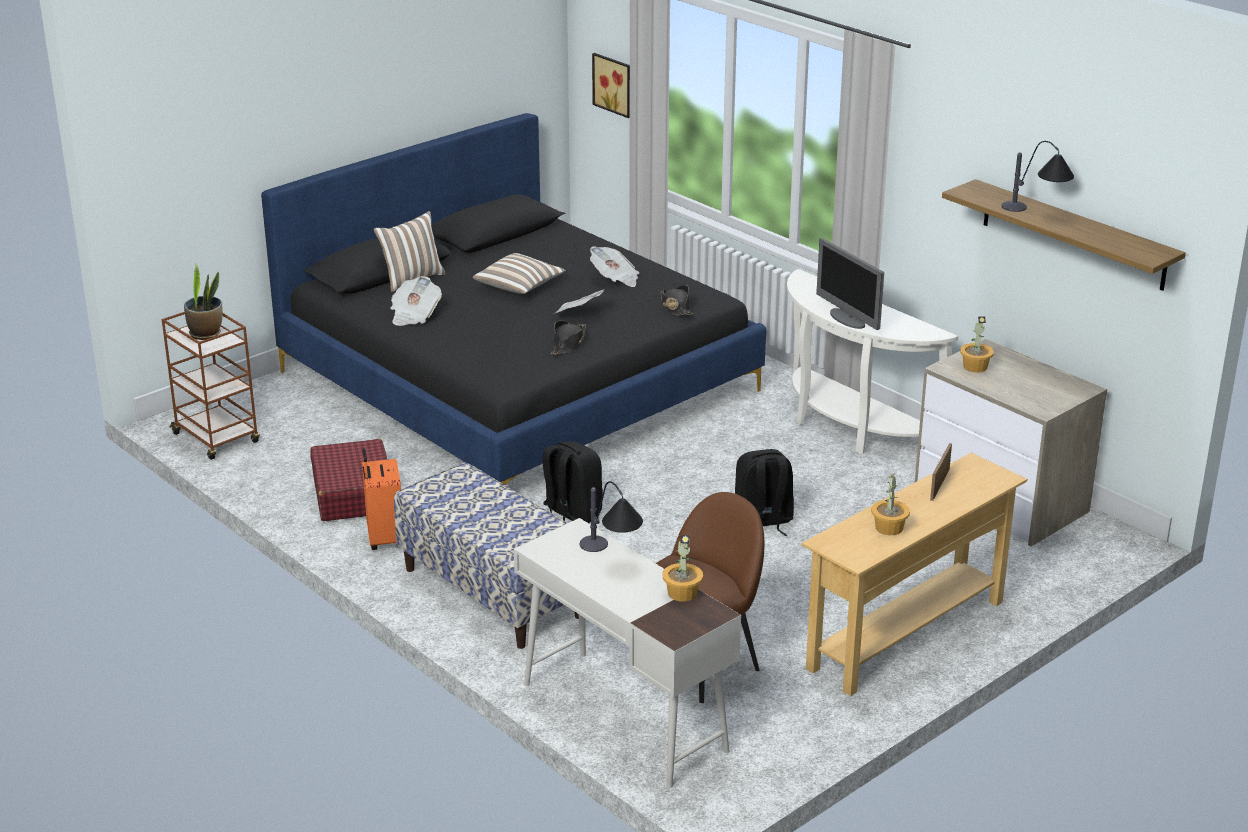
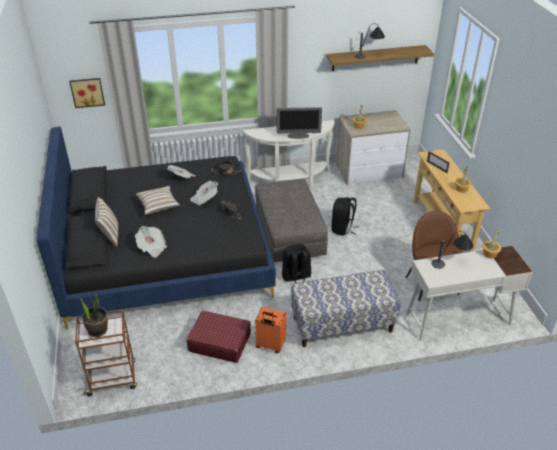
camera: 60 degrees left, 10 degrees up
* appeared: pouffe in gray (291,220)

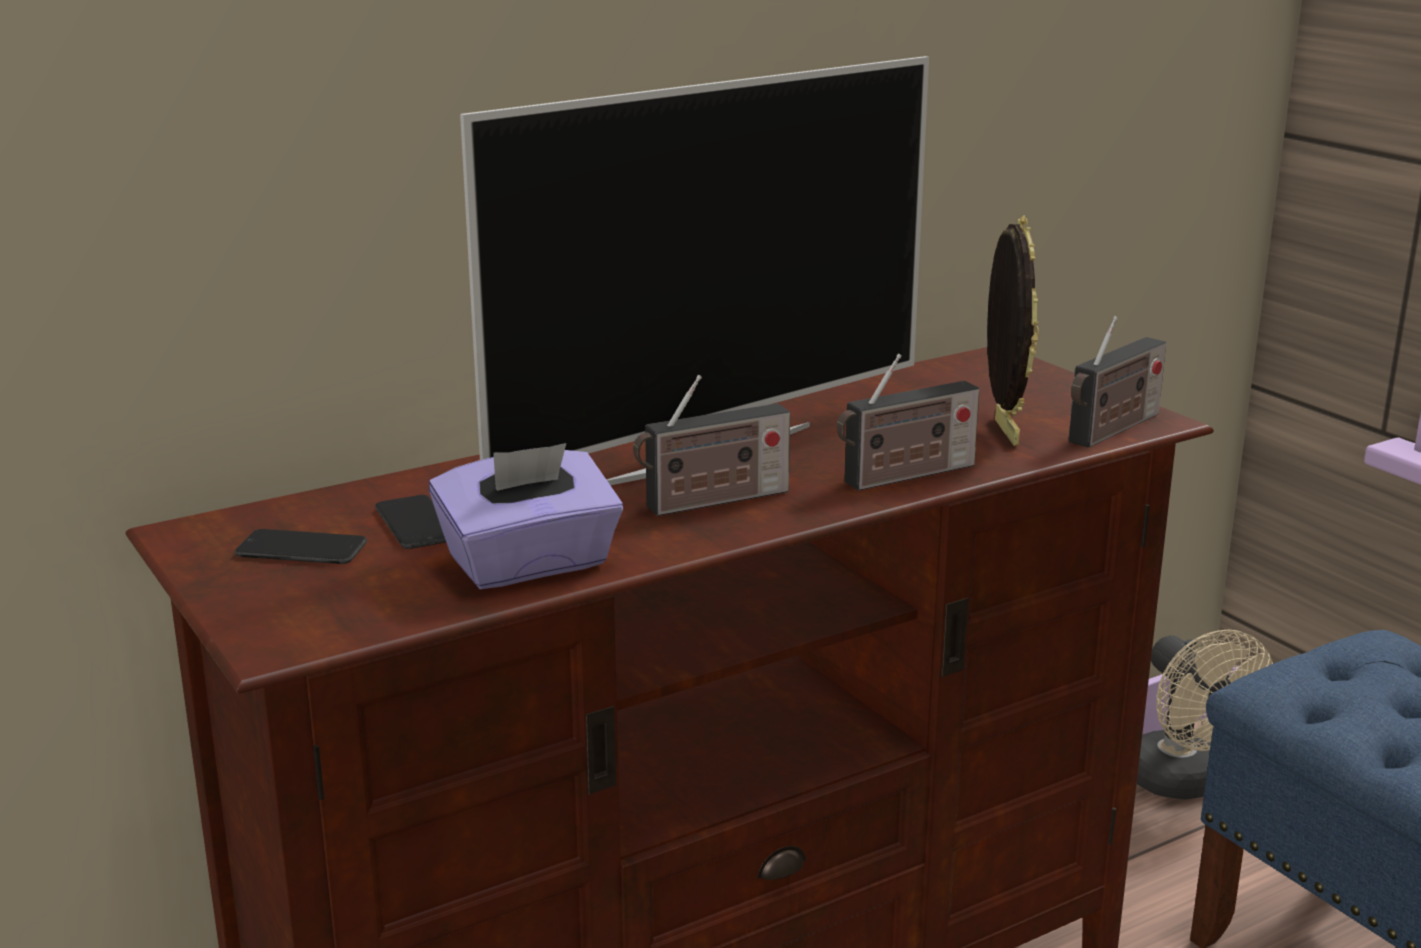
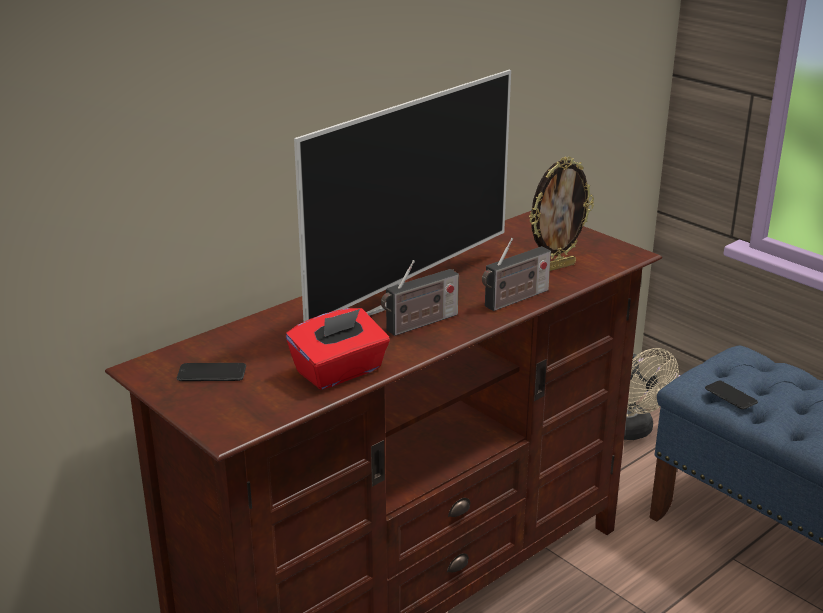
camera: 10 degrees left, 5 degrees up
* missing: radio (1117,382)
* relocated: phone (410,522) to (731,395)
* colour: tissue box in purple (526,516) to tissue box in reddish (338,349)
* spun: standing frame (1013,330) = (561,214) 75 degrees clockwise

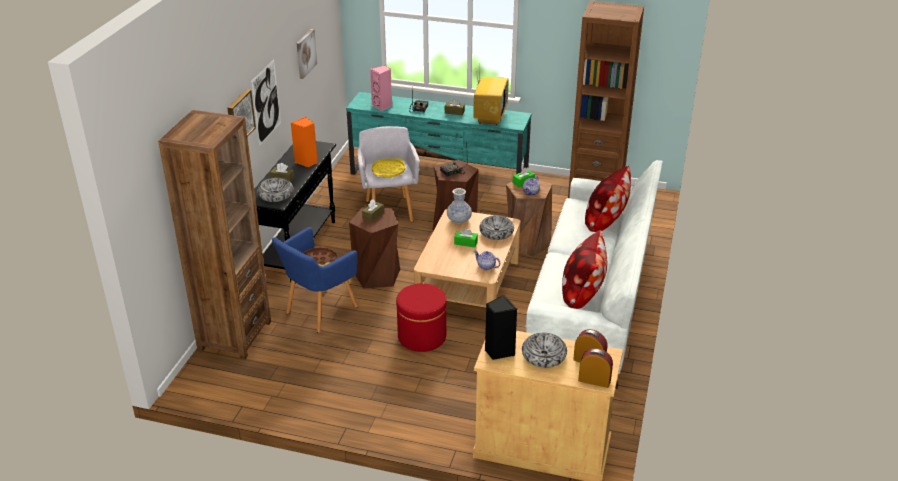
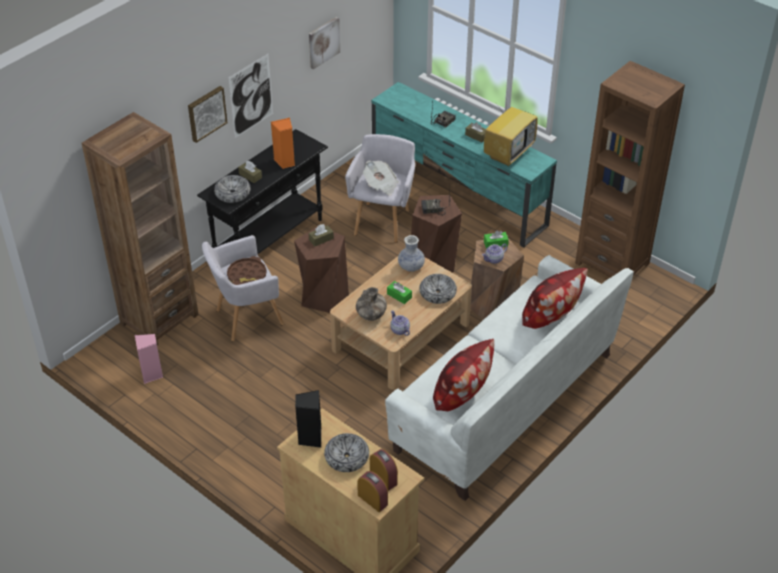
camera: 25 degrees right, 10 degrees up
* missing: pouffe in reddish (421,318)
* appeared: vase (371,304)
* relocated: speaker in pinkish (381,88) to (149,359)
* exchanged: serving tray in yellow (388,168) to printed paper (381,178)
* colour: armchair in blue-coloured (315,280) to armchair in gray (243,288)

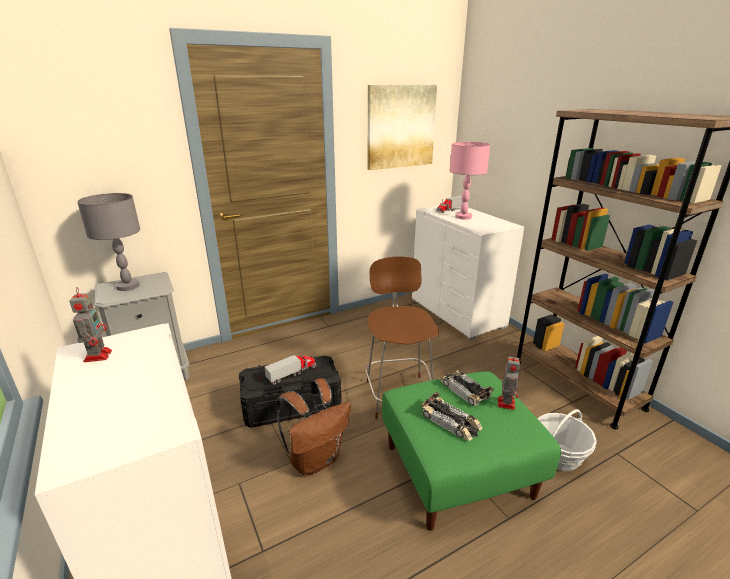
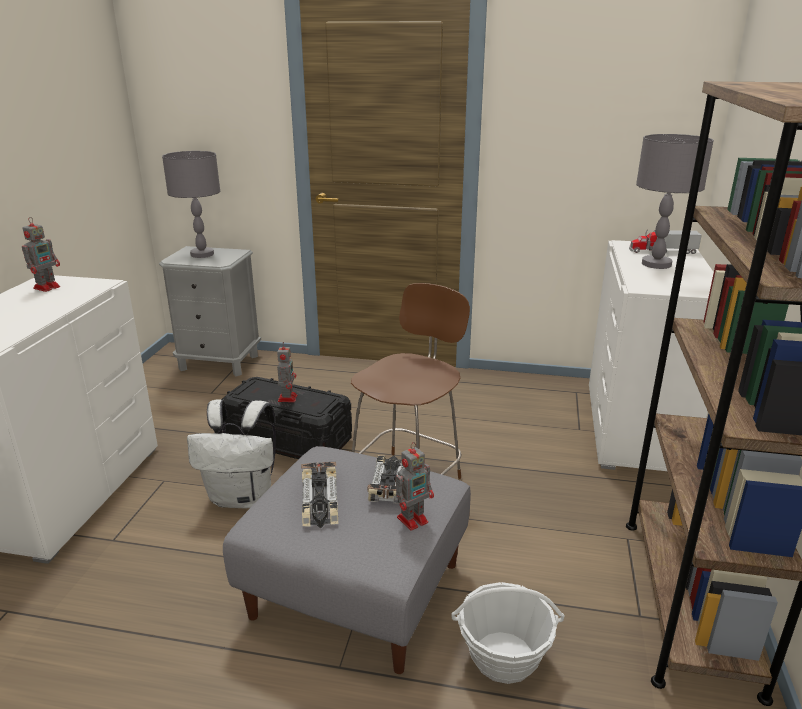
camera: 40 degrees right, 0 degrees up
* missing: wall art (402,127)
* exchanged: toy lorry (290,369) to robot figure (287,372)
* colour: knapsack in brownish (313,427) to knapsack in white-coloured (231,453)
* colour: pouffe in green (471,451) to pouffe in gray (347,560)
* colour: tabletop lamp in pinkish (469,180) to tabletop lamp in gray (675,201)

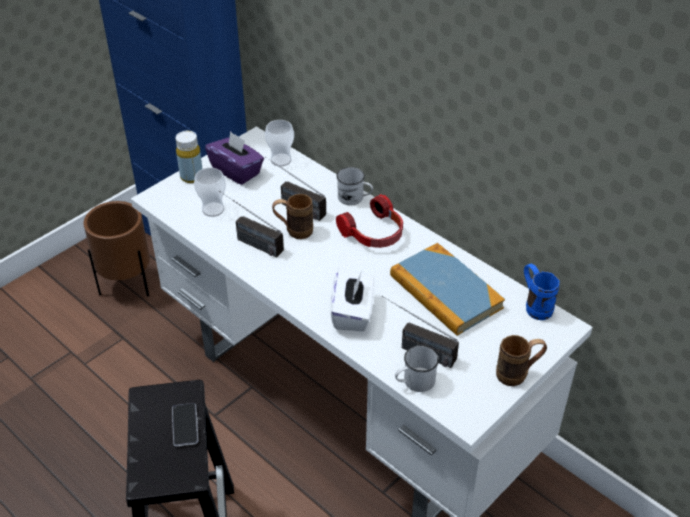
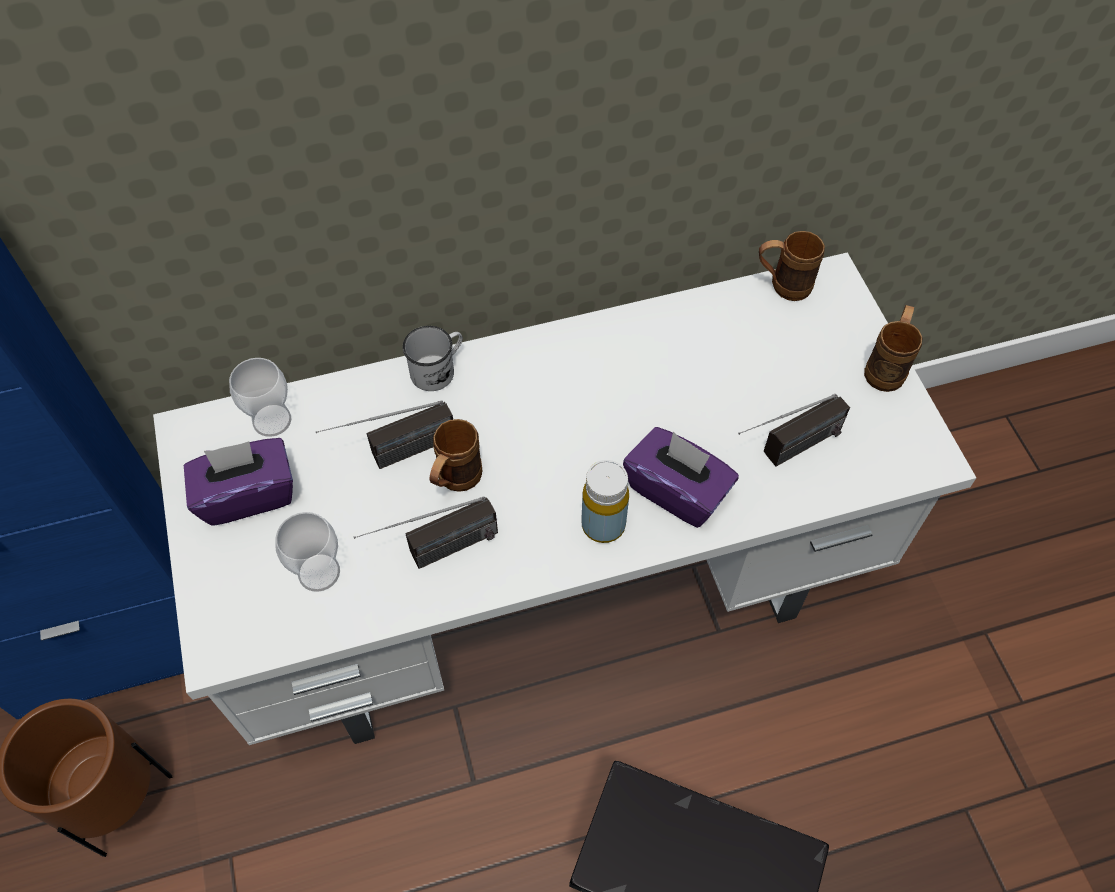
camera: 60 degrees left, 15 degrees up
* missing: phone (185,425)
* missing: headset (369,221)
* missing: book (447,289)
* missing: tea mug in white-coloured (417,368)
* relocated: beverage bottle in yellow (189,157) to (605,501)
* colour: tissue box in white-coloured (353,299) to tissue box in purple (681,477)
* colour: tea mug in blue-coloured (542,292) to tea mug in brownish (792,266)

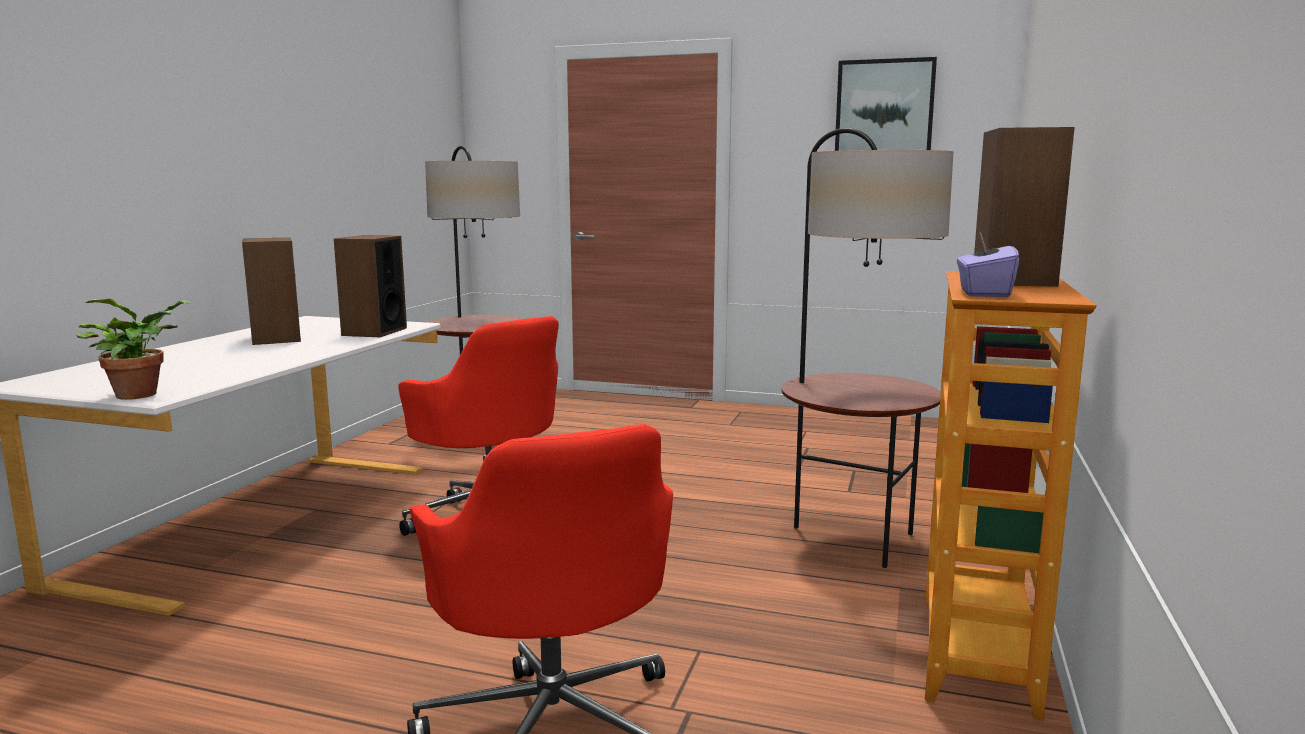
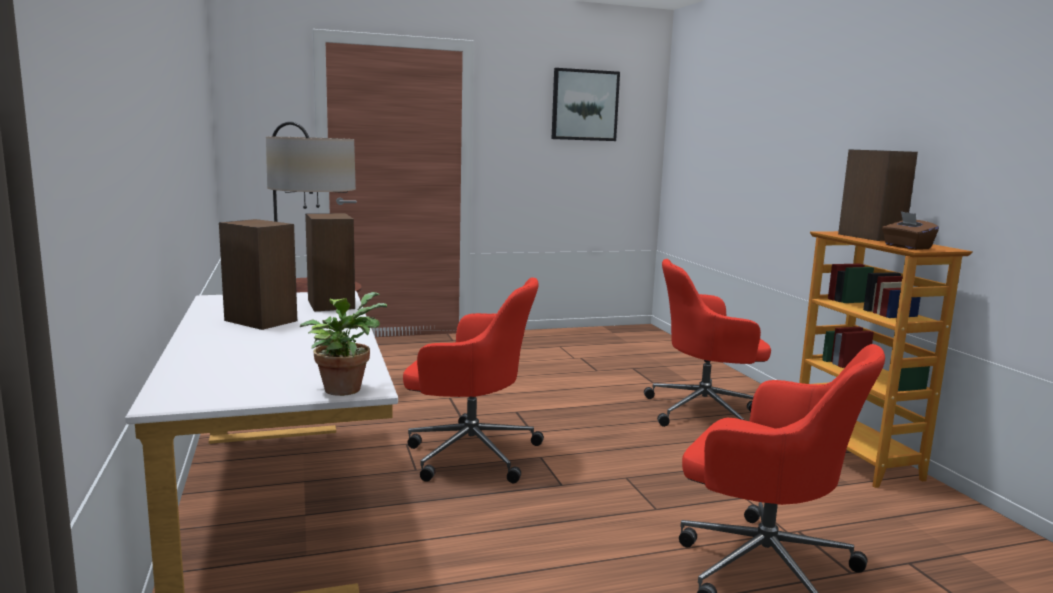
camera: 35 degrees left, 0 degrees up
* exchanged: standing lamp (867,348) to computer chair in reddish (707,343)
* colour: tissue box in purple (988,264) to tissue box in brownish (910,230)

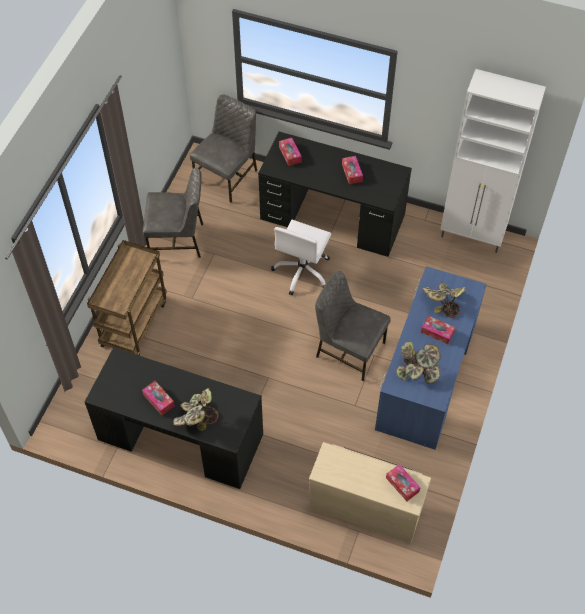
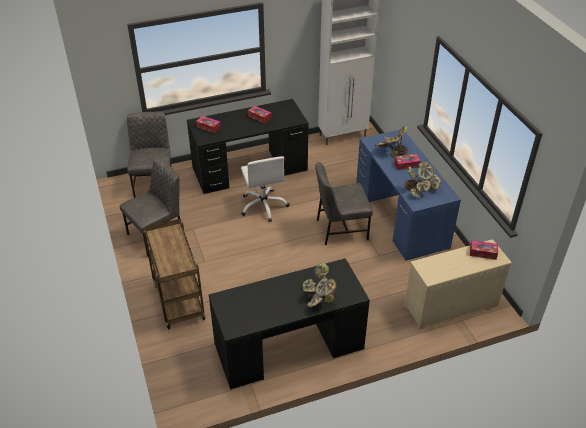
camera: 40 degrees left, 15 degrees down
* missing: tissue box (158,398)

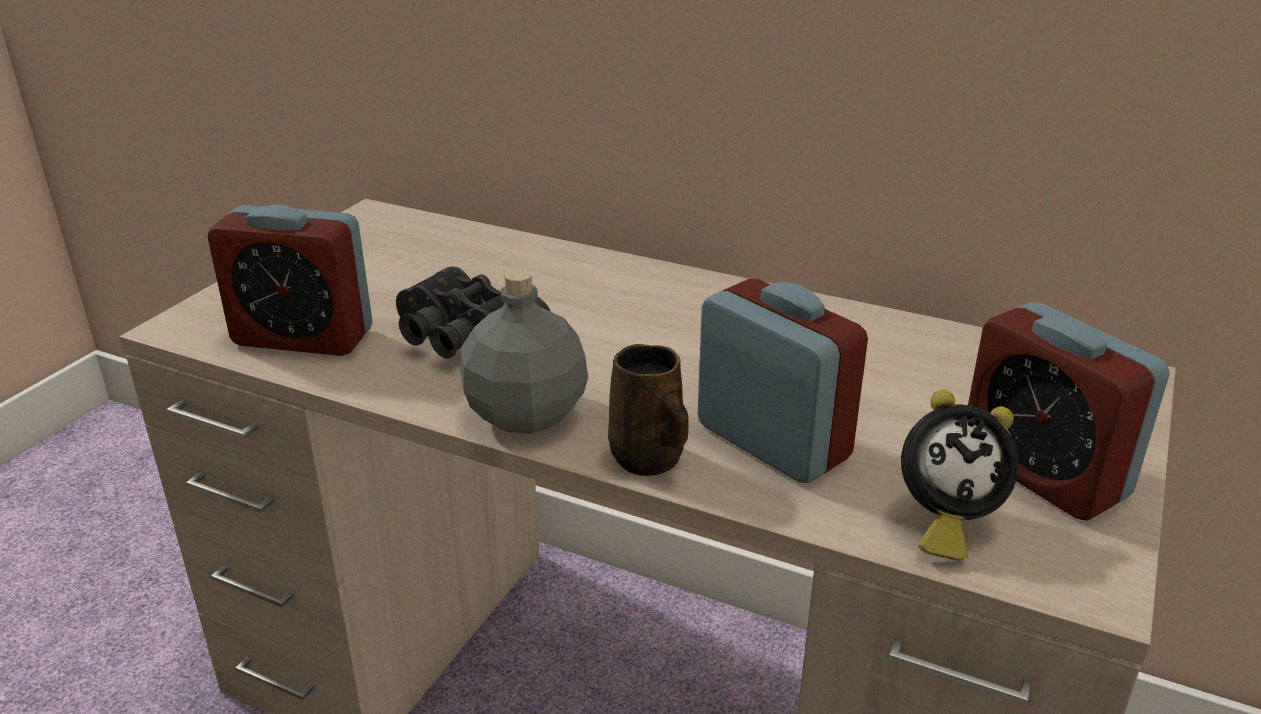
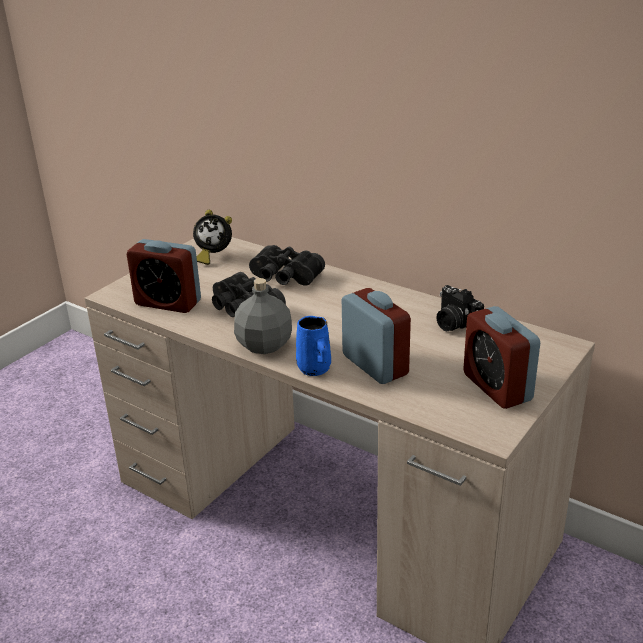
camera: 10 degrees right, 0 degrees up
* appeared: binoculars in black-coloured (287,265)
* appeared: photo camera (460,308)
* relocated: table clock (960,475) to (212,237)
* colour: tea mug in brownish (648,410) to tea mug in blue-coloured (313,346)

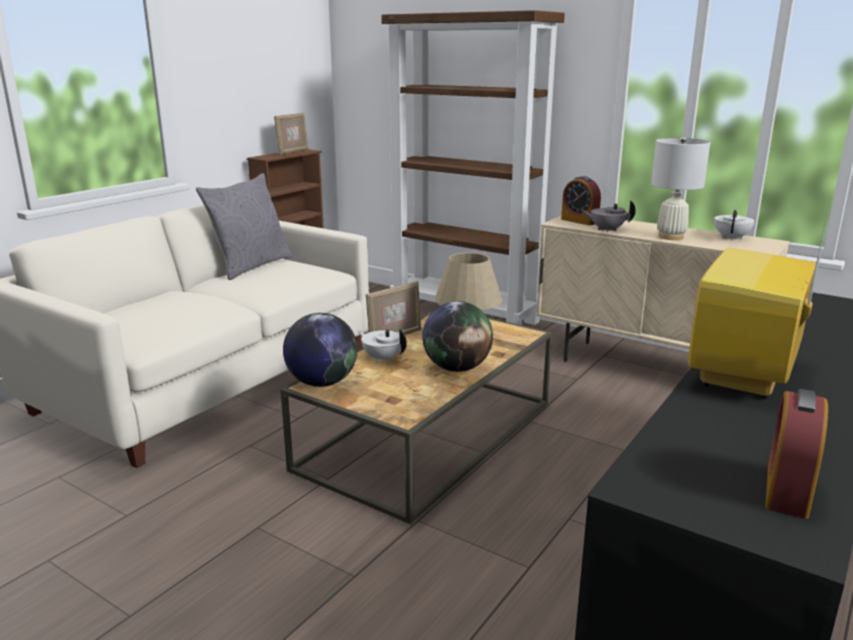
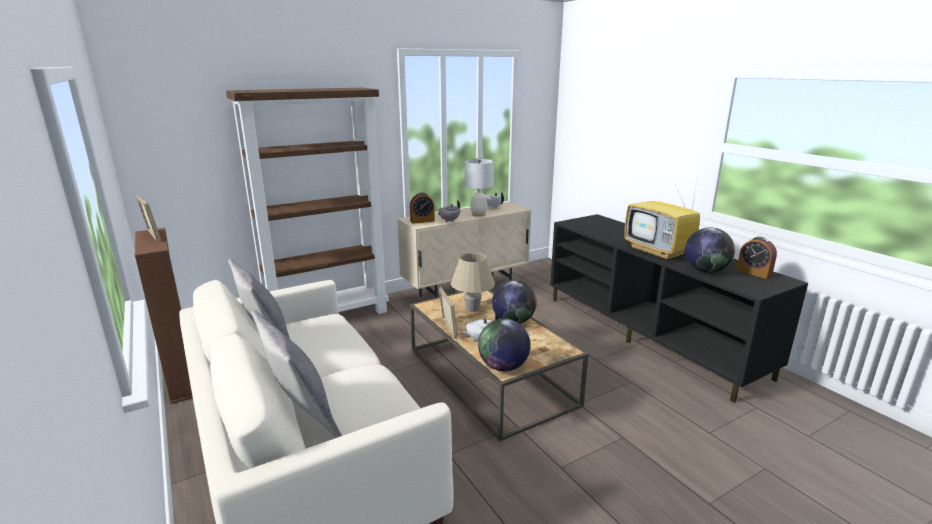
camera: 65 degrees left, 0 degrees up
* appeared: cushion in gray (296,374)
* appeared: globe (710,250)

